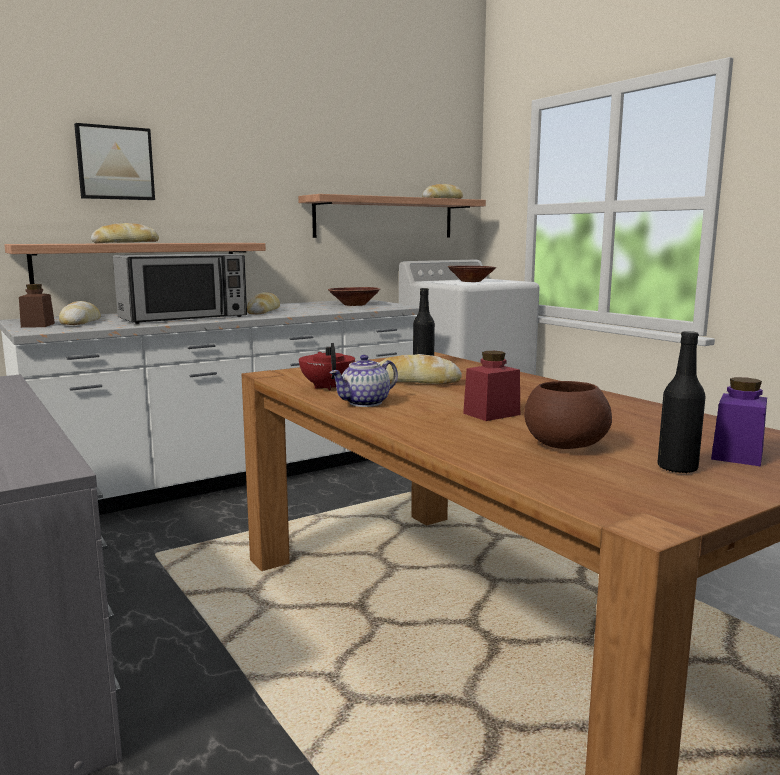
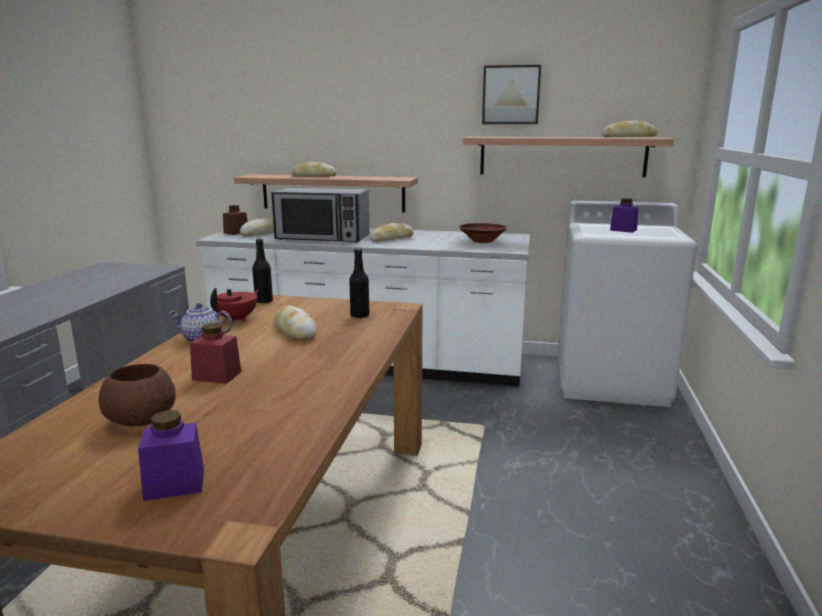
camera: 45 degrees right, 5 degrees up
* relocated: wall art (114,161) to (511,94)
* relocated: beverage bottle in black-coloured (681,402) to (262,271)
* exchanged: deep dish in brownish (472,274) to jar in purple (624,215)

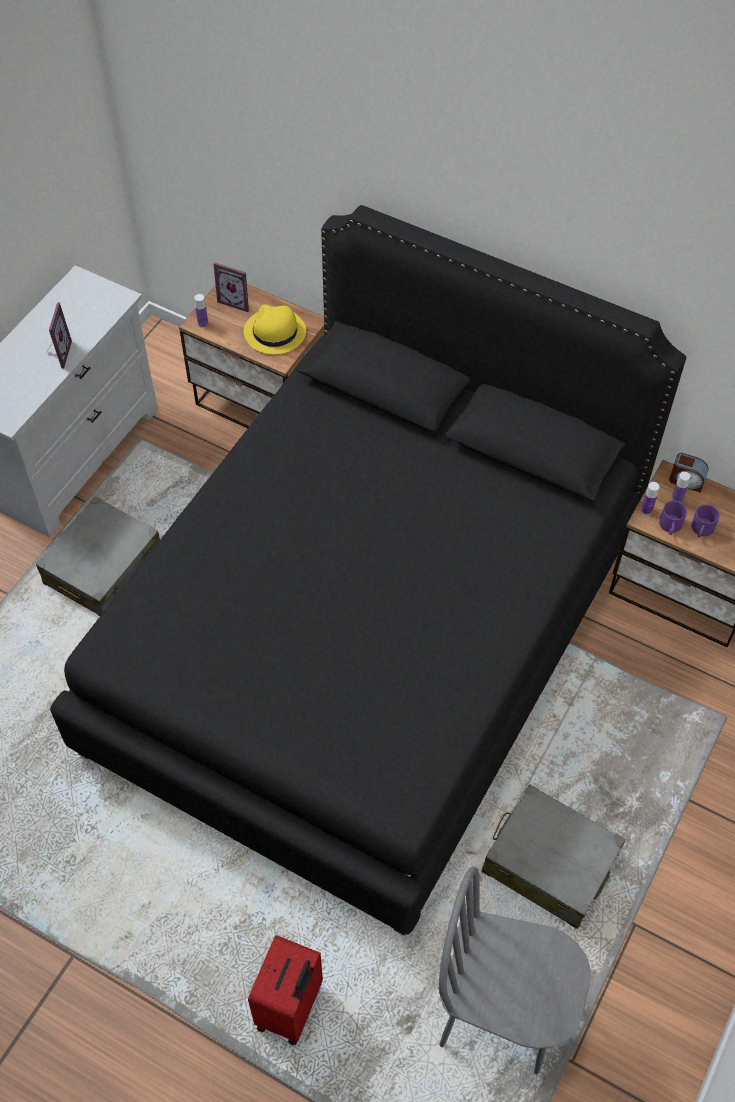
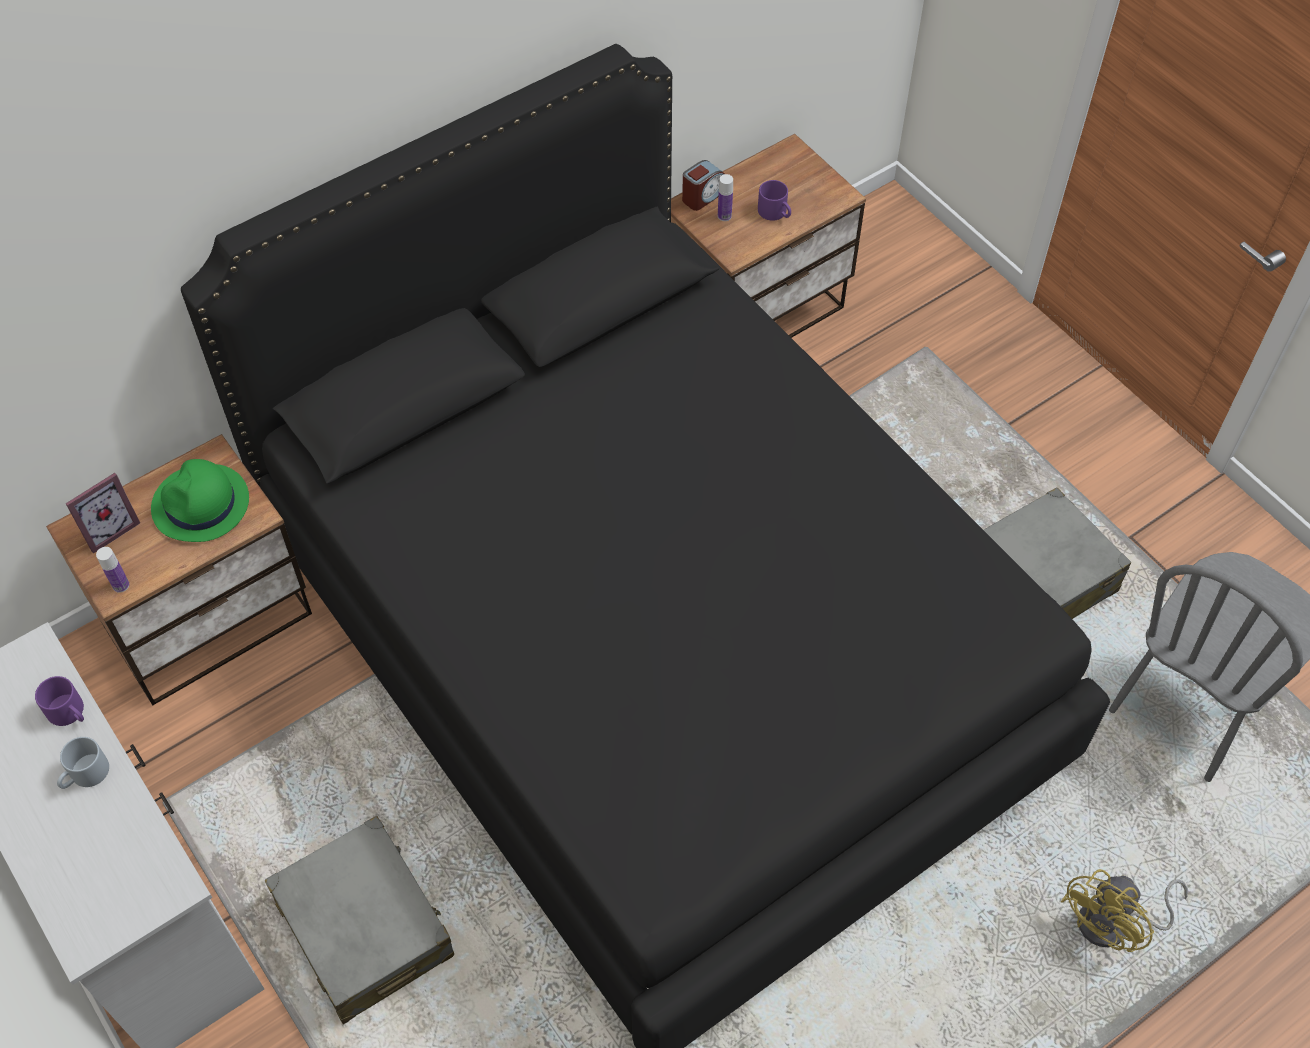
camera: 65 degrees left, 0 degrees up
* missing: beverage bottle (650,498)
* relocated: tea mug in purple (673,518) to (59,701)
* exchanged: standing frame (59,335) to tea mug in gray (83,763)
* exchanged: suitcase in reddish (285,990) to electric fan in yellow (1124,910)
* colour: clothing hat in yellow (275,329) to clothing hat in green (200,500)

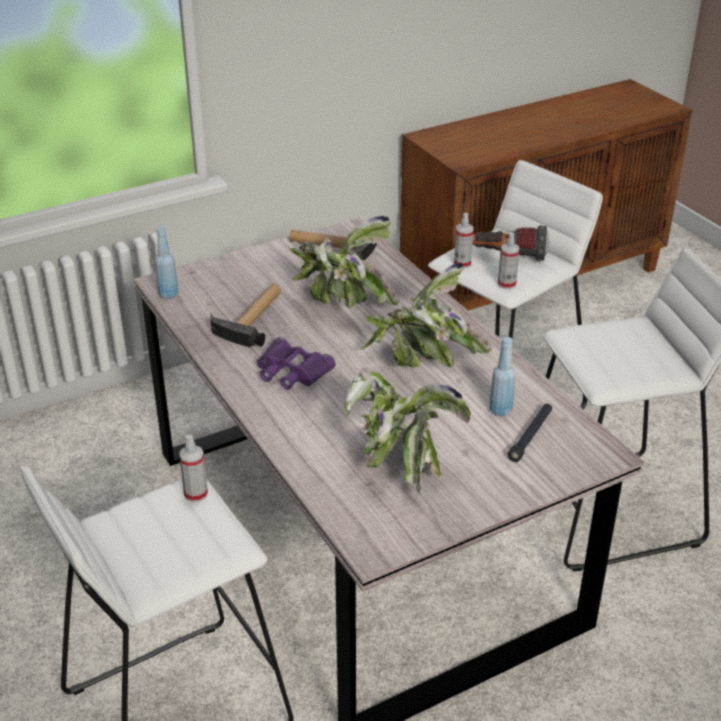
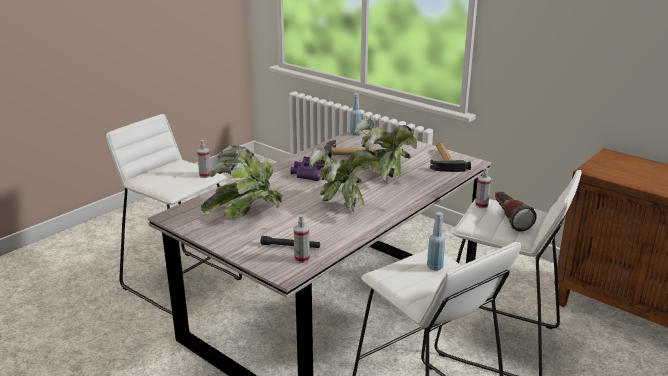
camera: 70 degrees right, 10 degrees down
* relocated: beverage bottle in blue-coloured (502,376) to (436,241)
* relocated: hand sprayer (509,260) to (302,239)

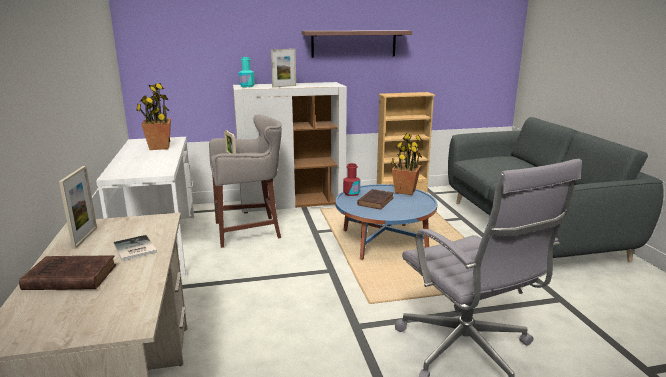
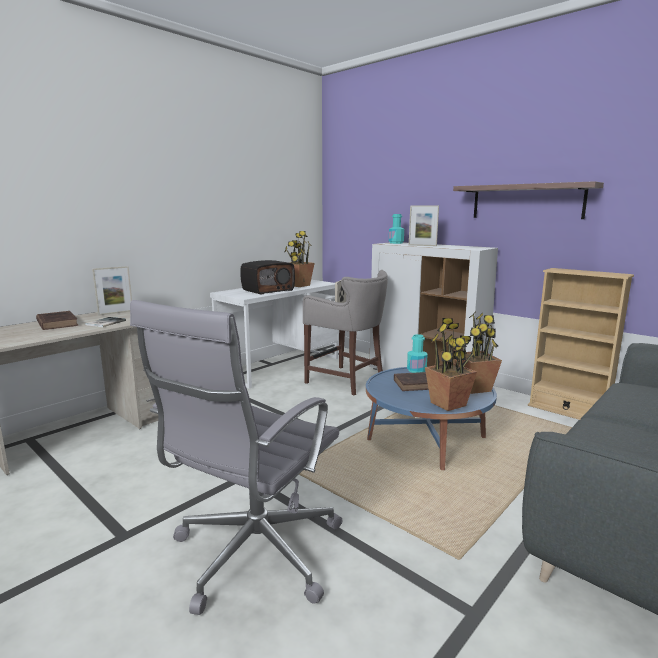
camera: 55 degrees right, 5 degrees down
* appeared: radio (267,277)
* appeared: houseplant (451,364)
* colour: beverage bottle in reddish (351,179) to beverage bottle in turquoise (417,353)

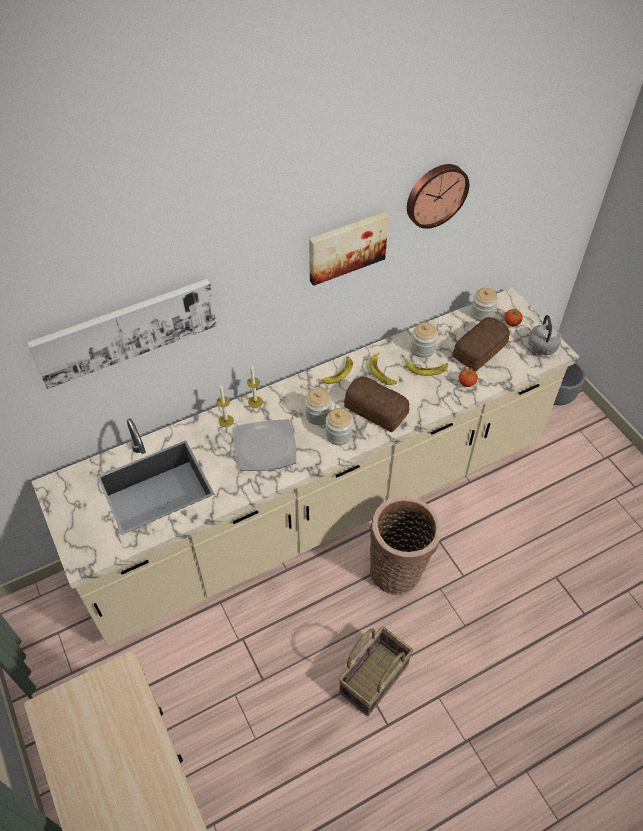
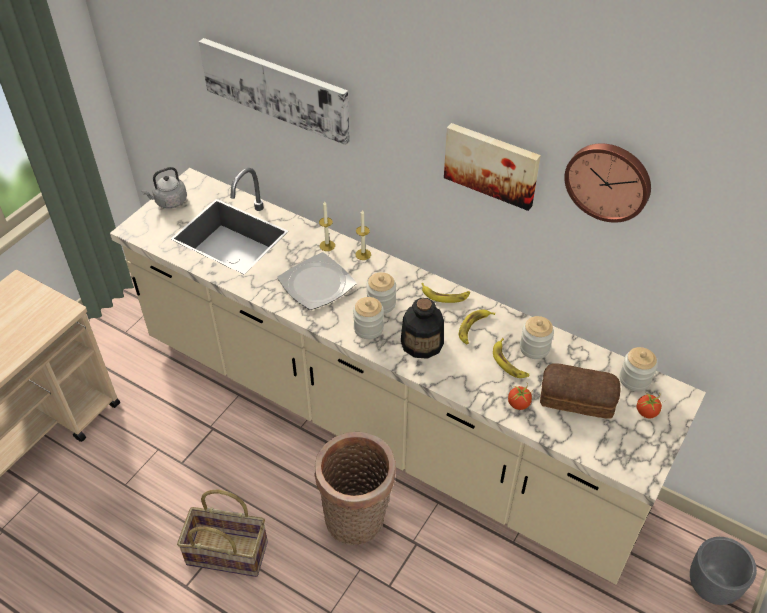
camera: 60 degrees right, 5 degrees down
* relocated: tea kettle in gray (544,335) to (164,188)
* exchanged: baked bread (376,404) to beverage bottle (422,328)

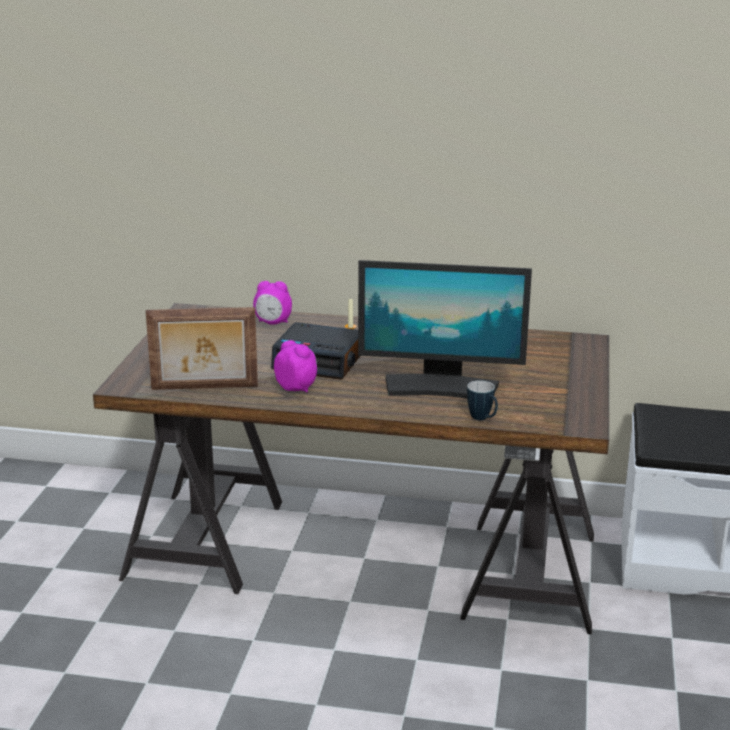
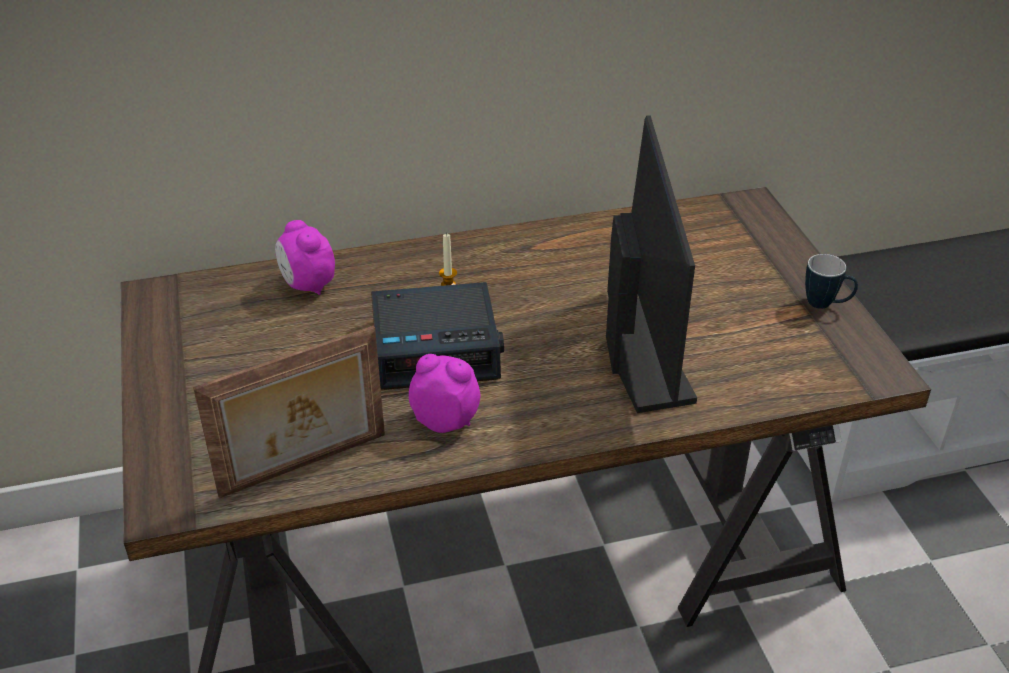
camera: 25 degrees left, 15 degrees up
* relocated: tea mug (482,400) to (831,281)
* spun: table clock (272,302) = (305,257) 75 degrees clockwise
* spun: computer display (445,329) = (651,264) 75 degrees counterclockwise

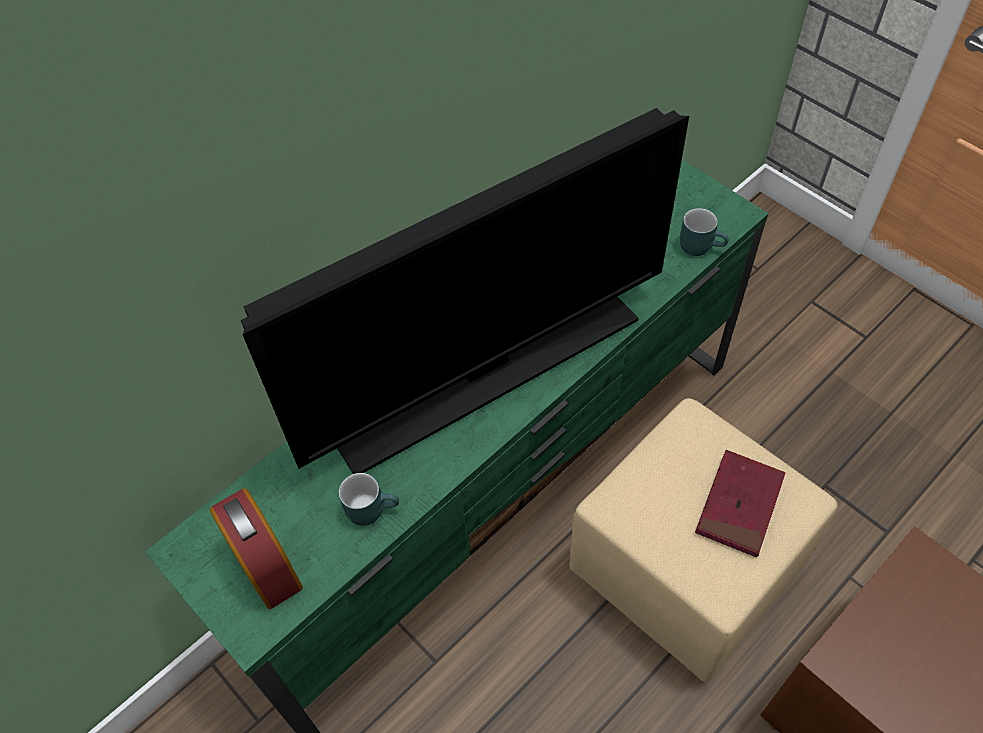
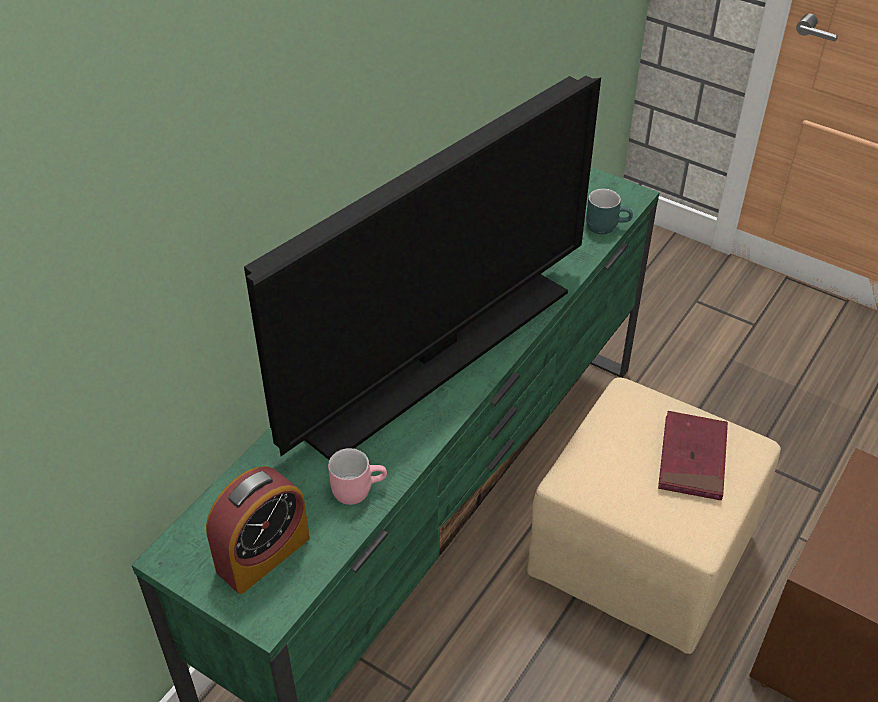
camera: 15 degrees left, 10 degrees down
* colour: tea mug in turquoise (369,499) to tea mug in pinkish (357,476)
* spun: table clock (256,548) = (258,530) 90 degrees clockwise

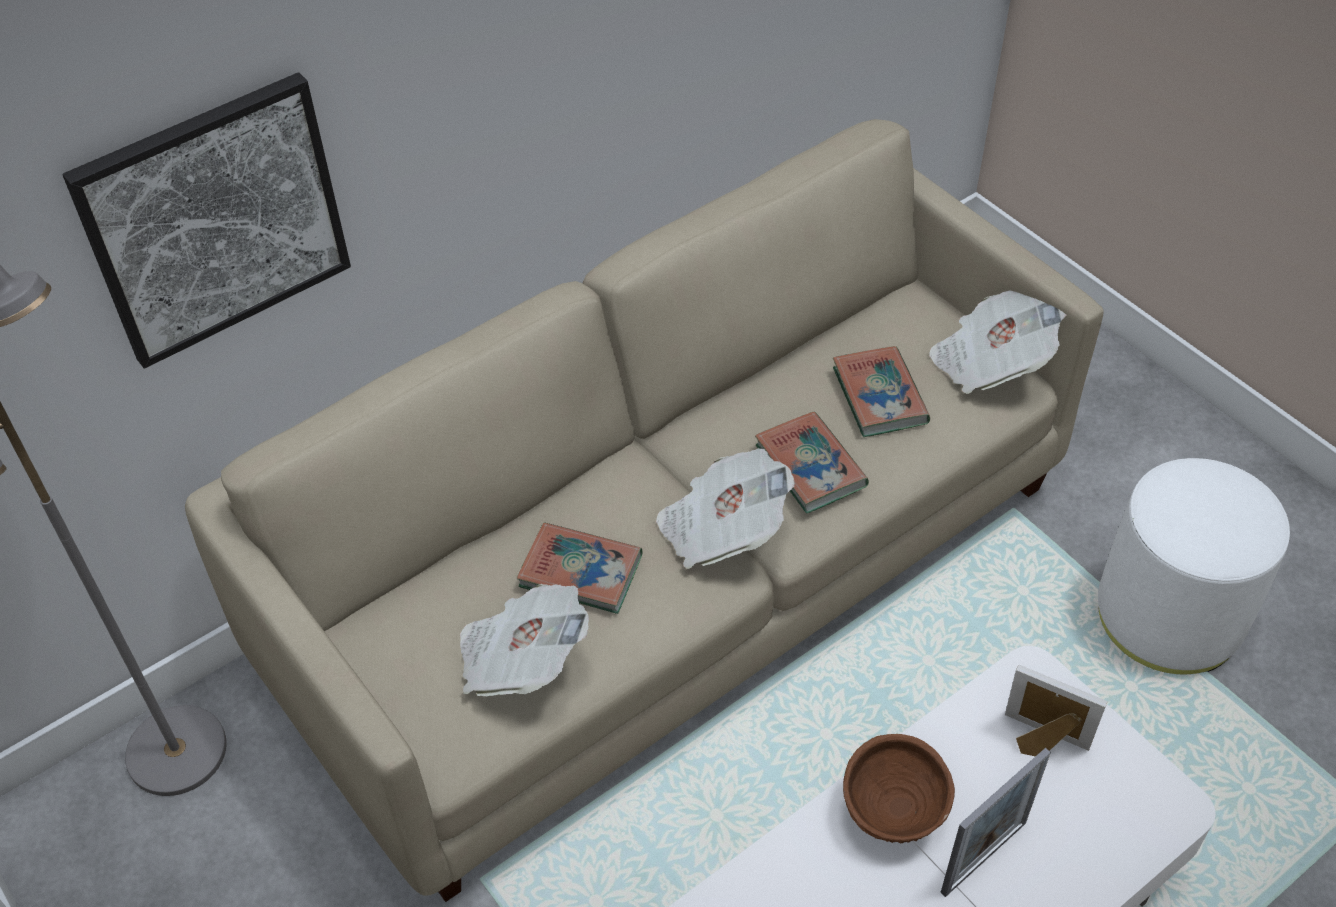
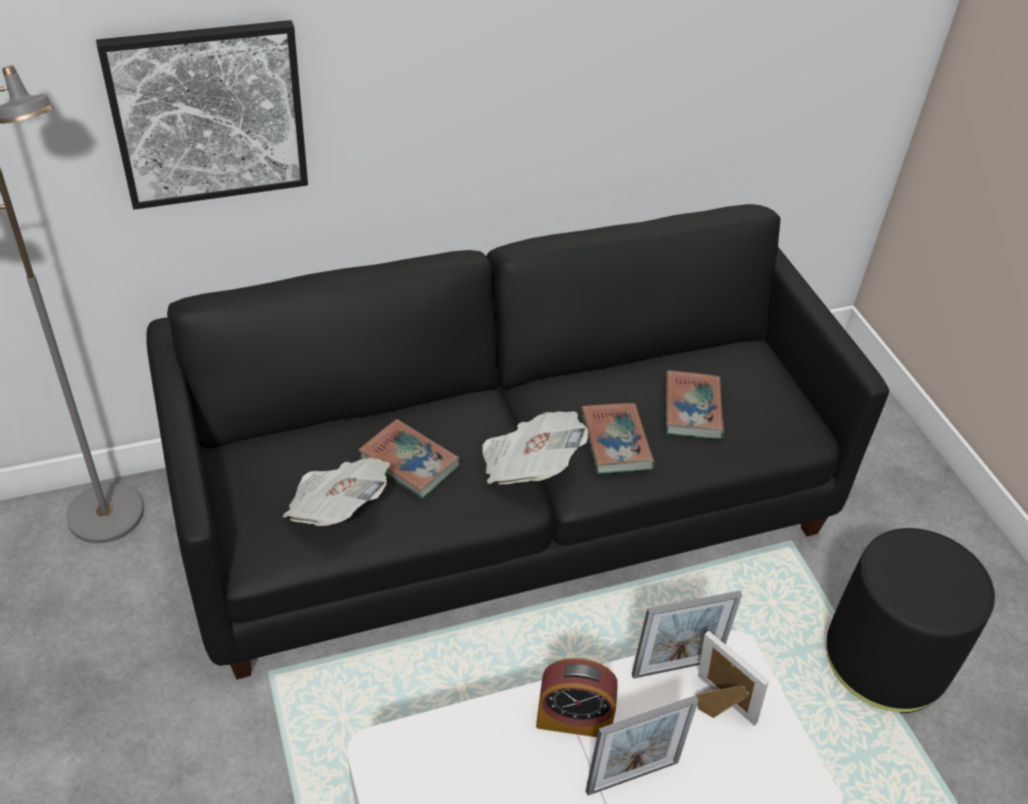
camera: 15 degrees right, 5 degrees down
* missing: printed paper (998,342)
* appeared: standing frame (687,635)
* exchanged: deep dish in brownish (899,788) to table clock (577,697)
* colour: sofa in beige (644,510) to sofa in black-coloured (517,441)
* colour: pouffe in white-coloured (1194,566) to pouffe in black-coloured (911,620)

